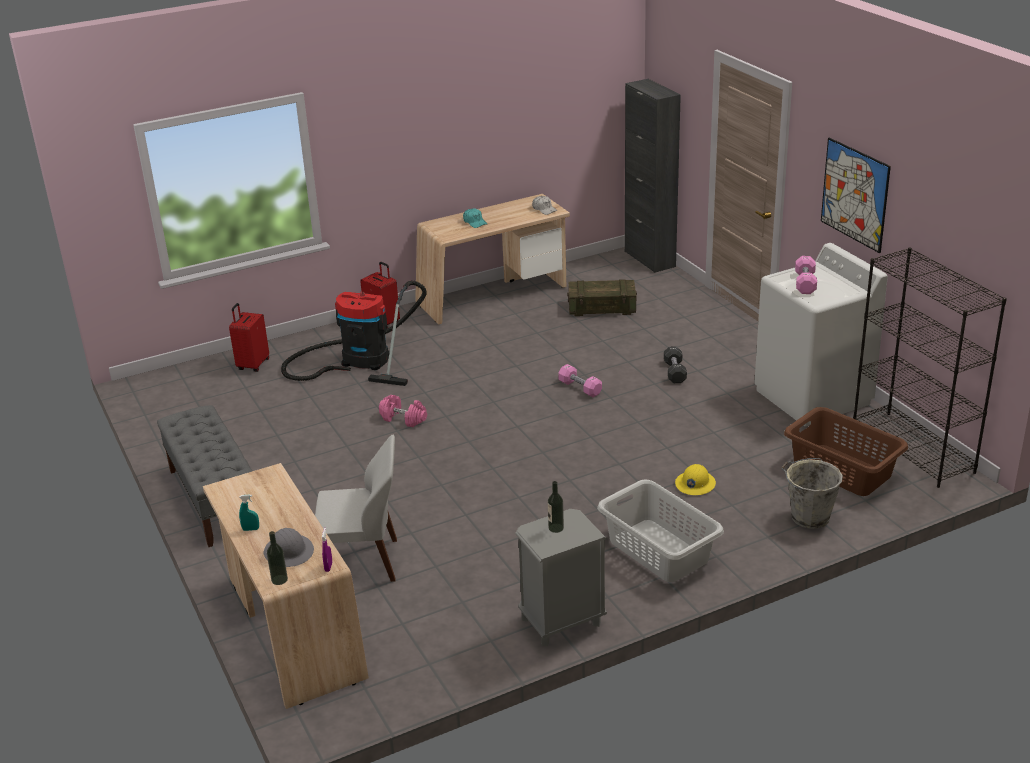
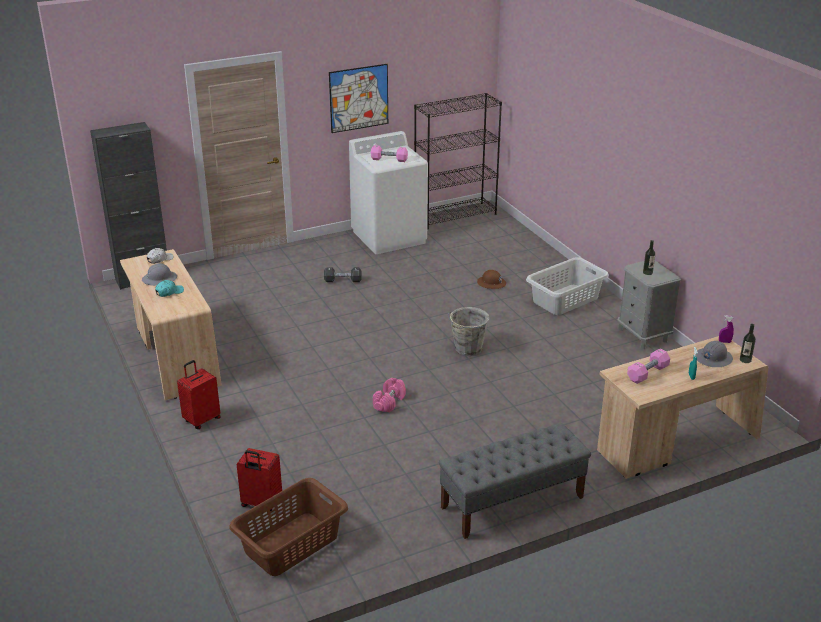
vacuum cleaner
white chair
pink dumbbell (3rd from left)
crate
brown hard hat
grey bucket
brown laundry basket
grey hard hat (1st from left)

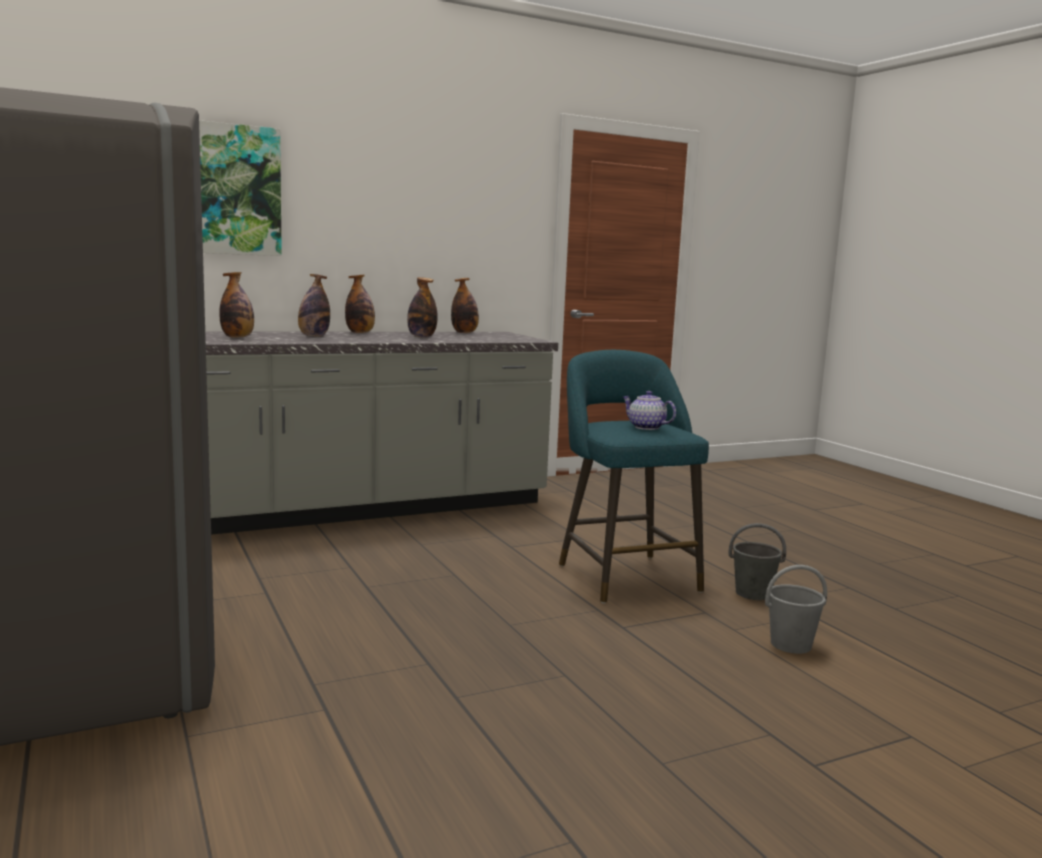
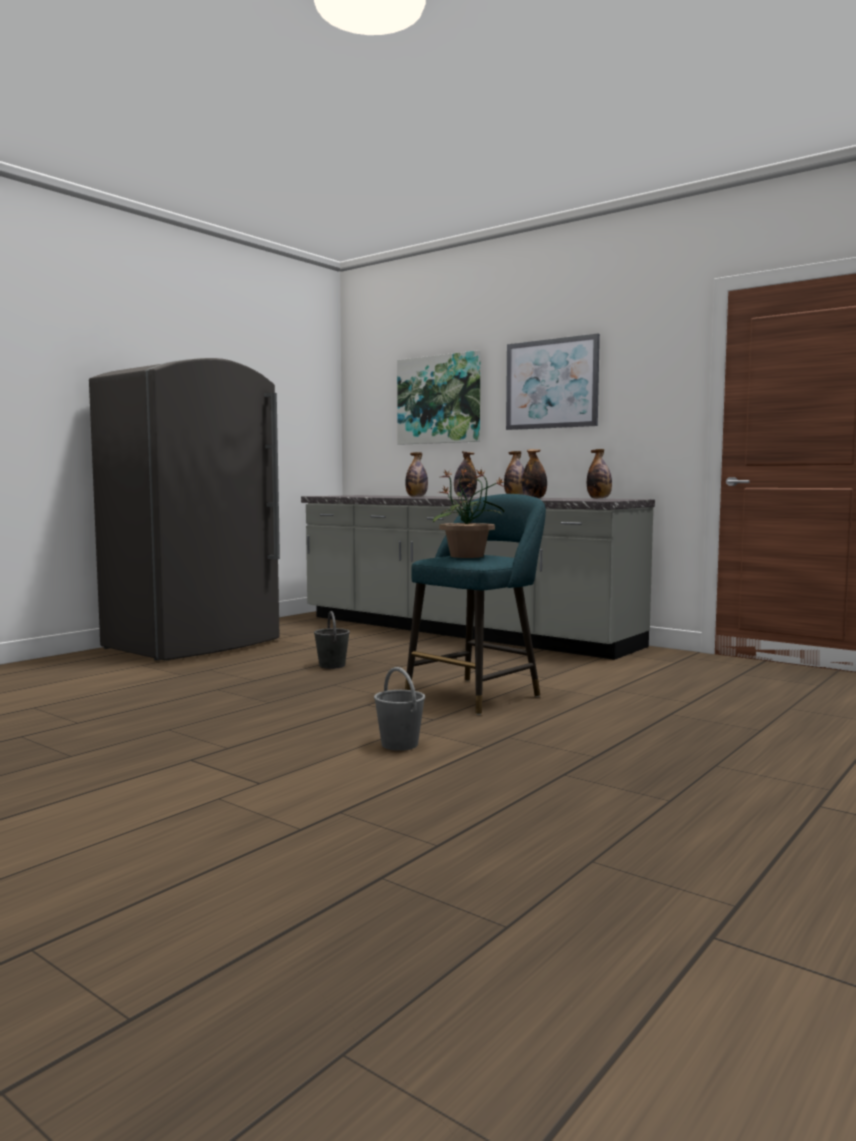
potted plant
grey bucket (1st from left)
picture (2nd from left)

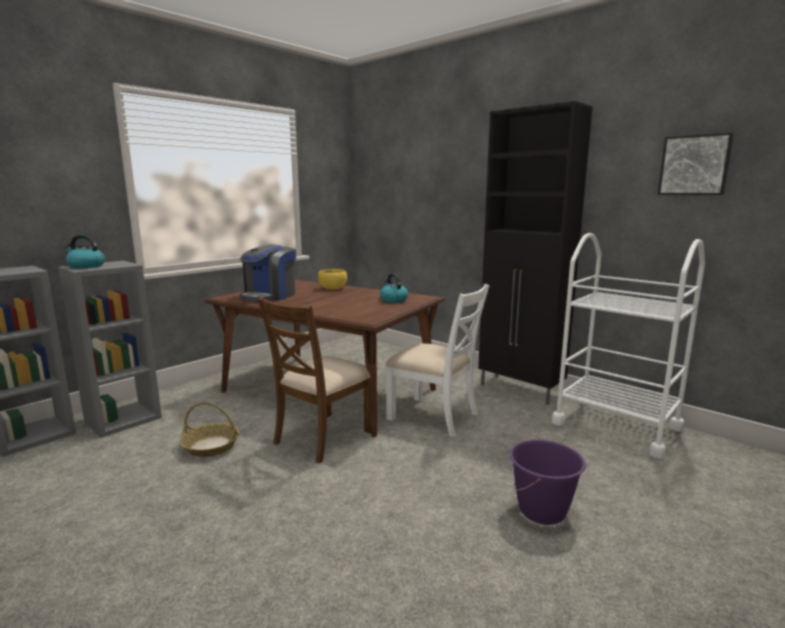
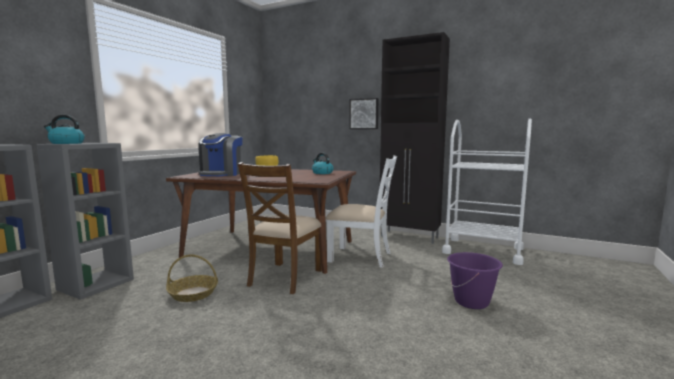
picture

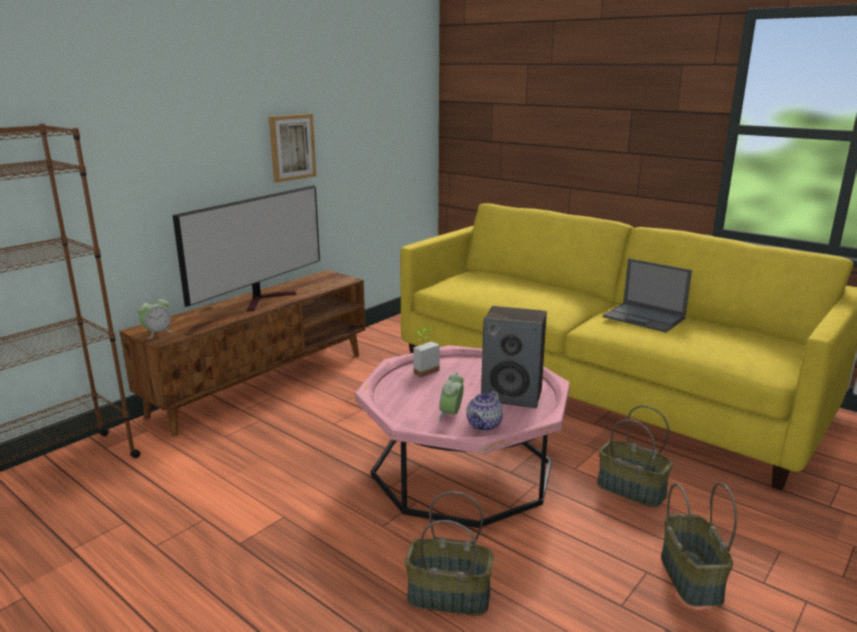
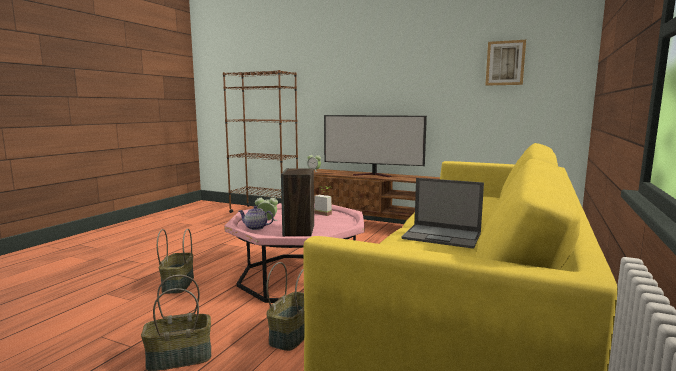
picture
laptop

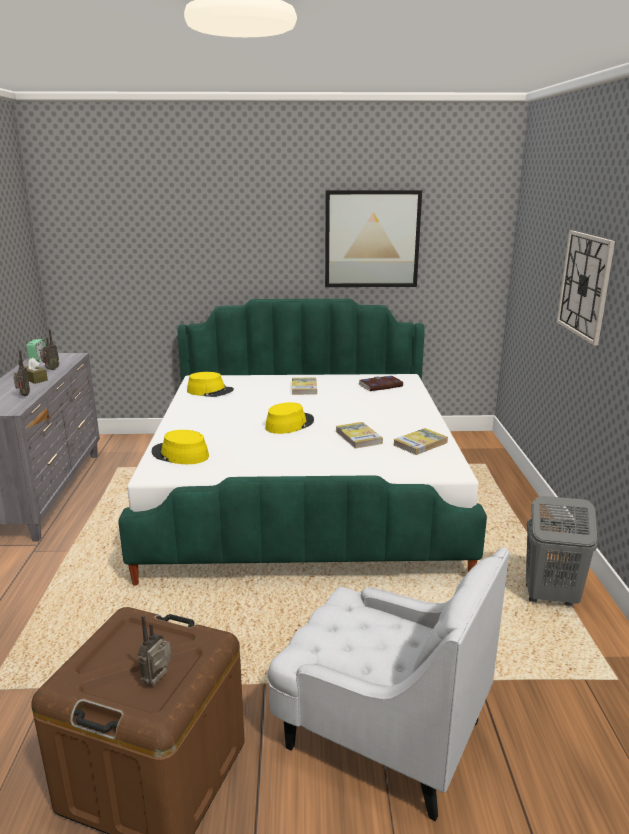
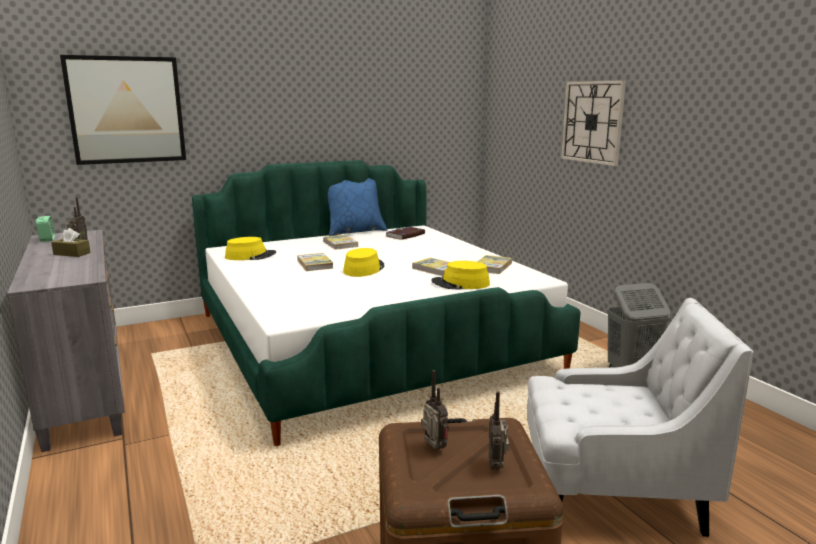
radio (2nd from left)
yellow hat (3rd from left)
picture
book (1st from left)
blue pillow

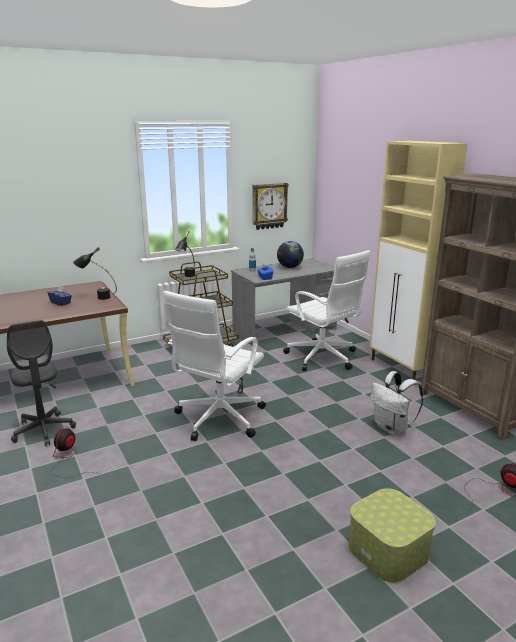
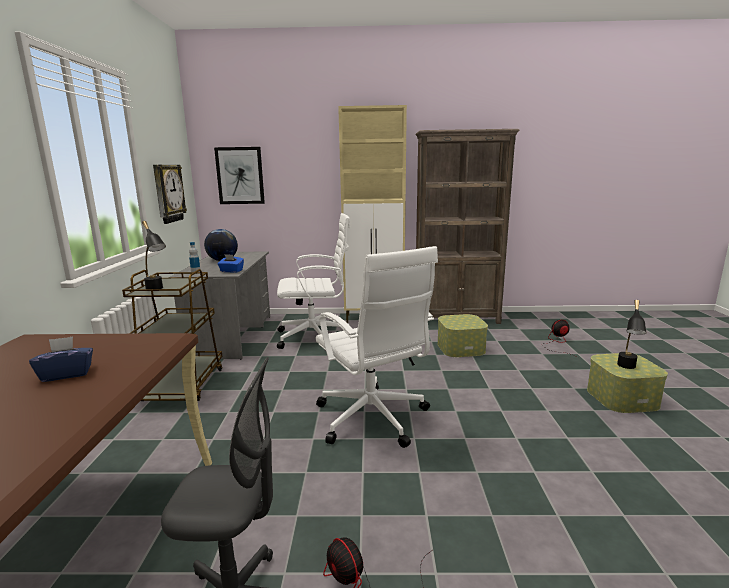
black table lamp (2nd from left)
storage box (1st from left)
picture

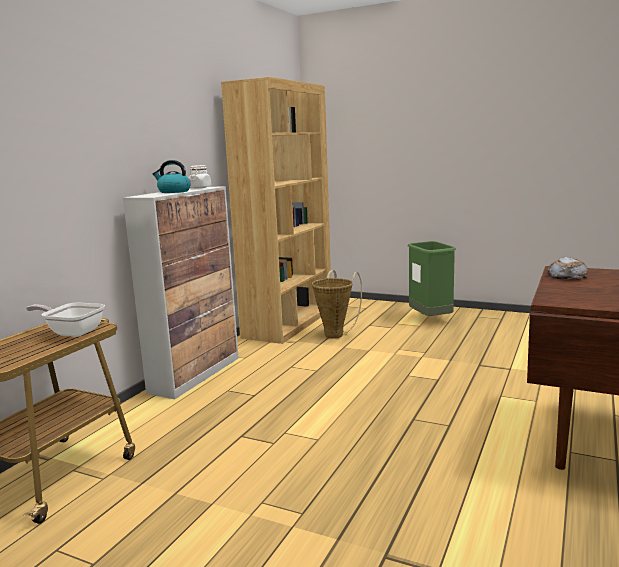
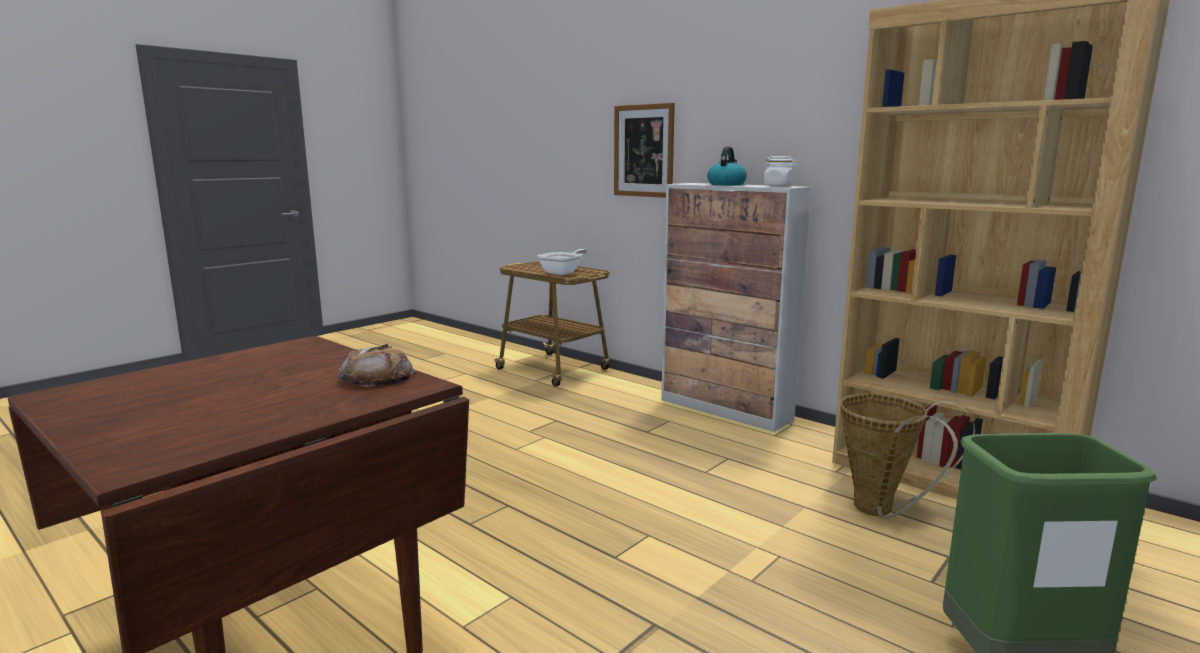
picture

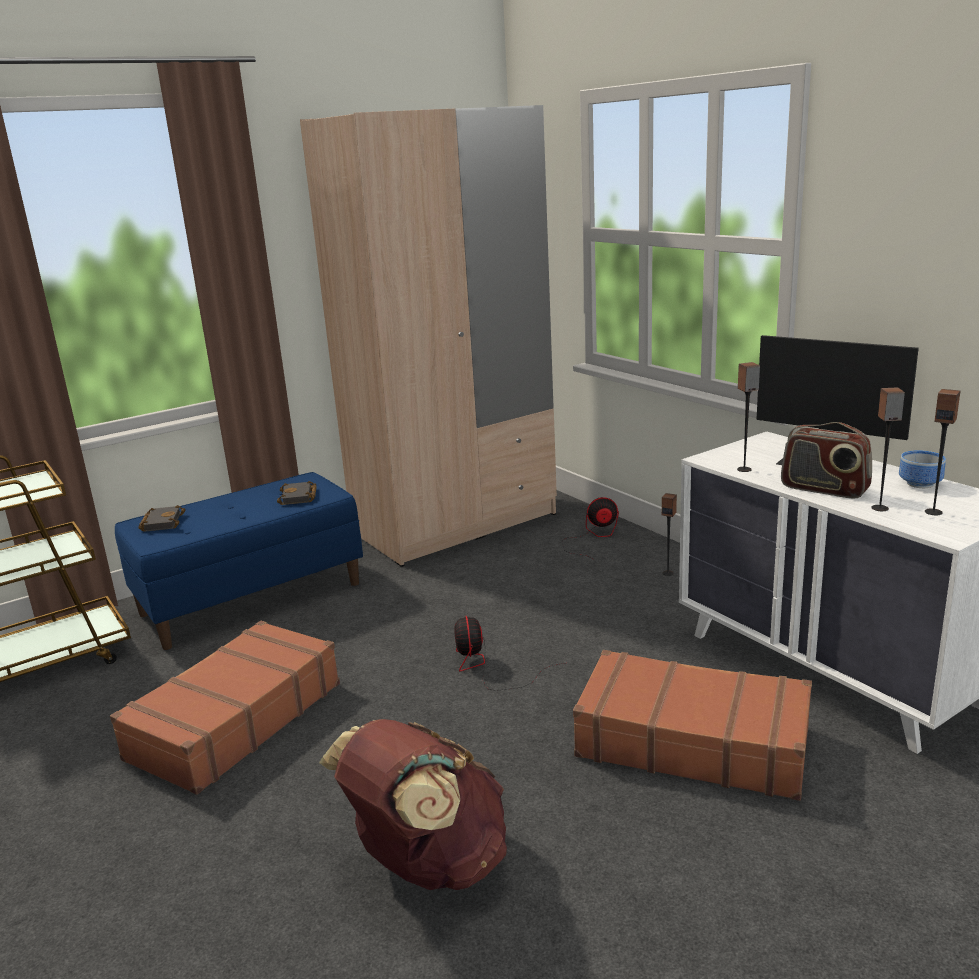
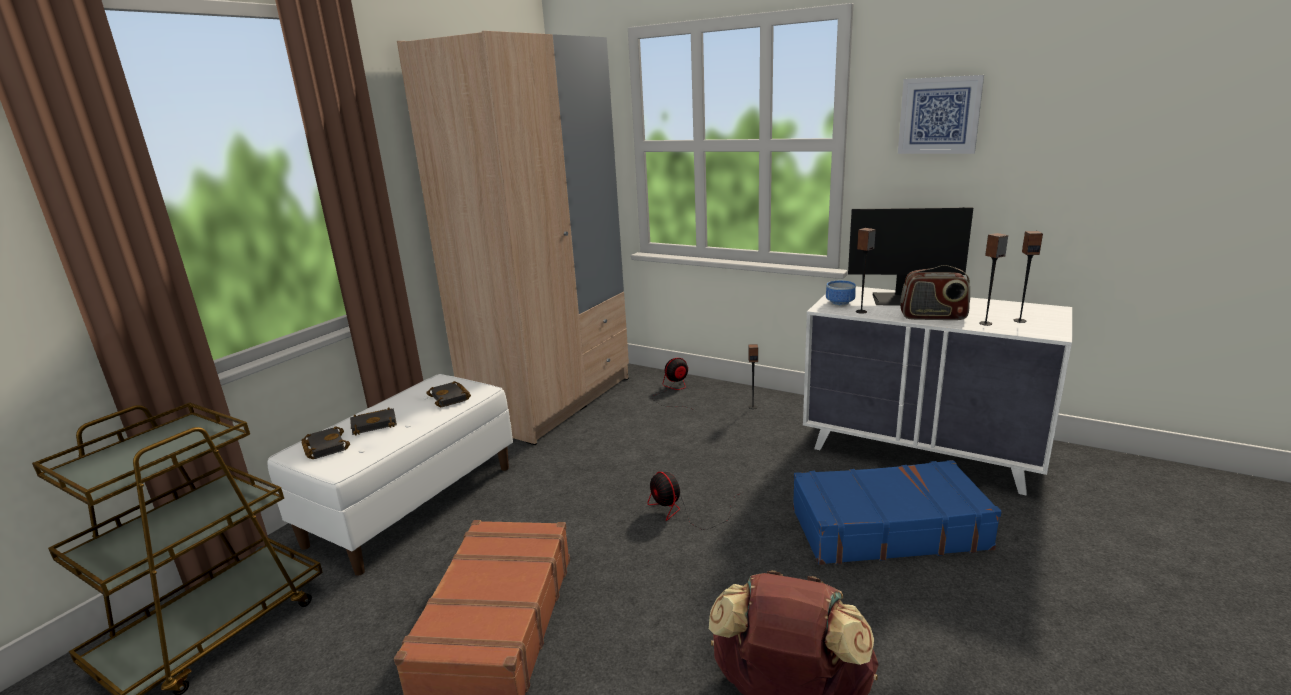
white bench
blue suitcase
bowl
black book (2nd from left)
picture

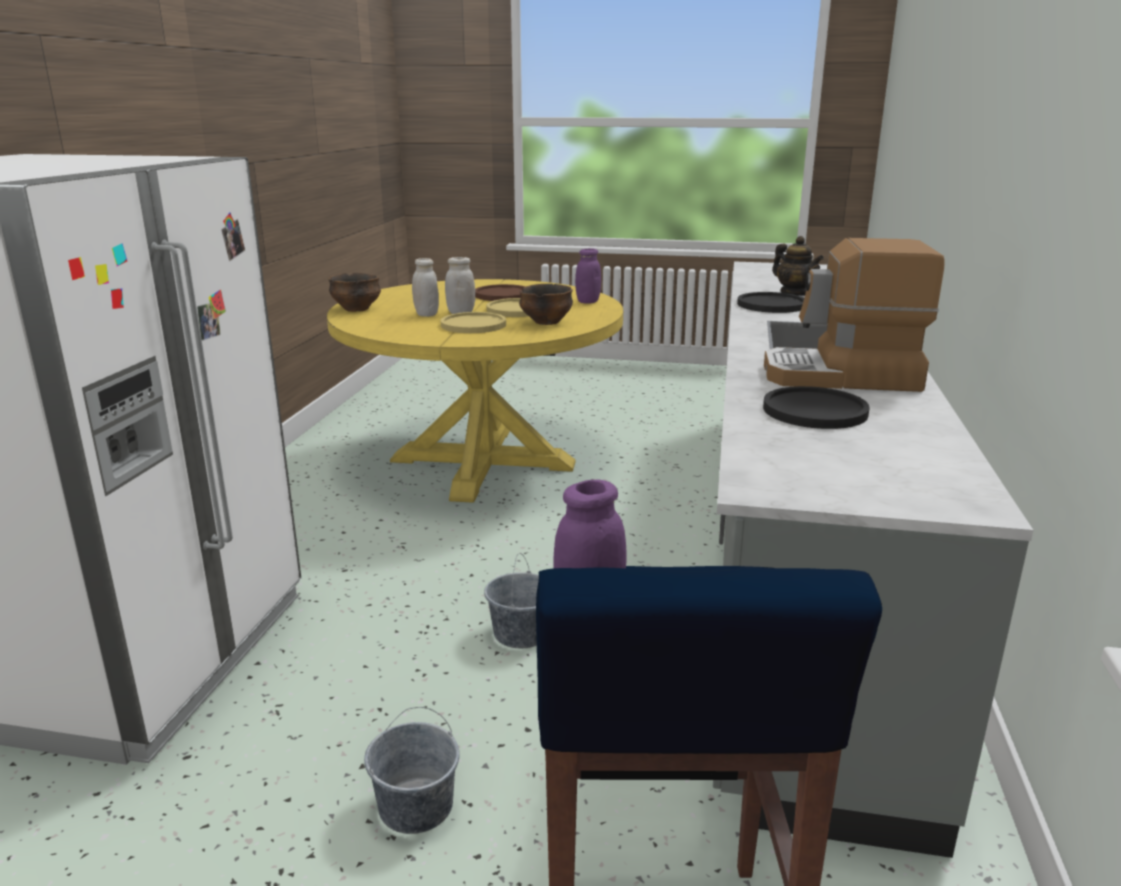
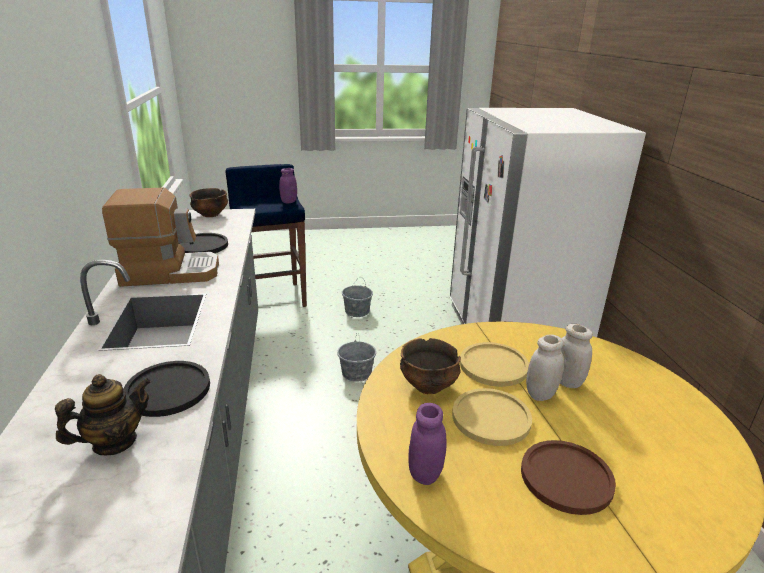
bowl (1st from left)
teapot

